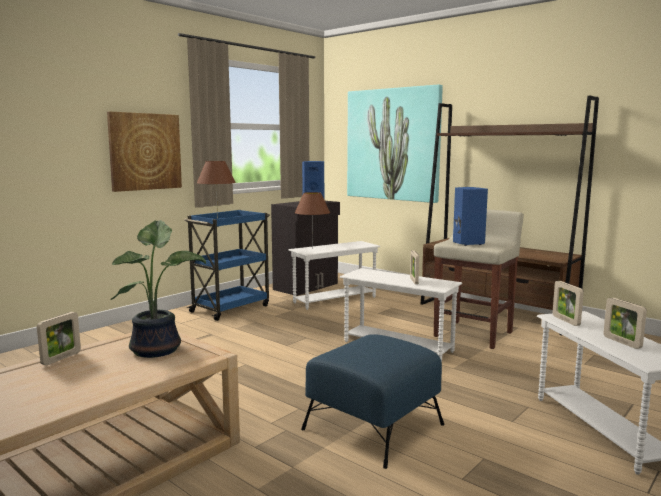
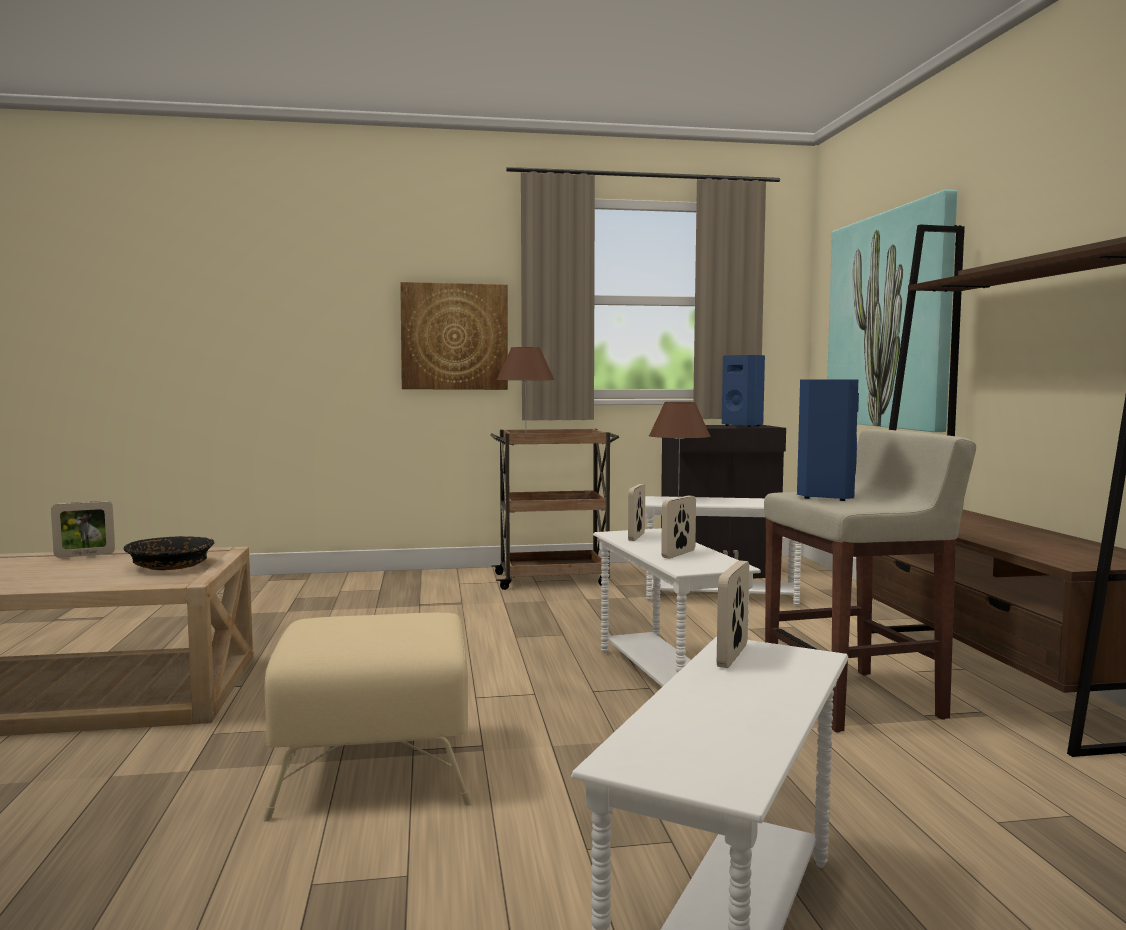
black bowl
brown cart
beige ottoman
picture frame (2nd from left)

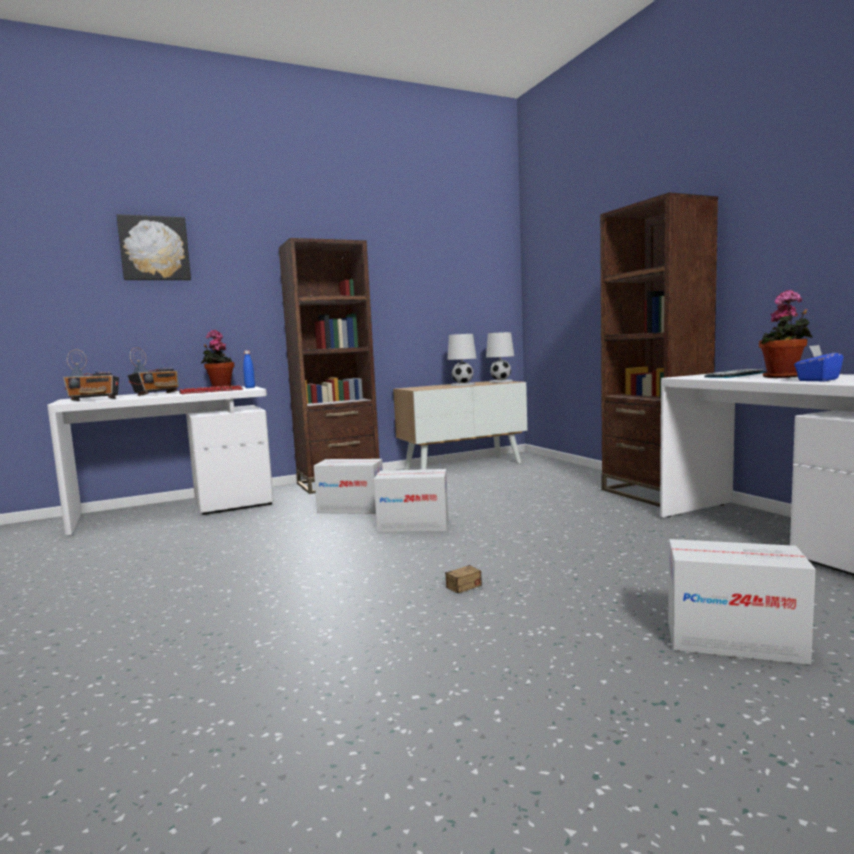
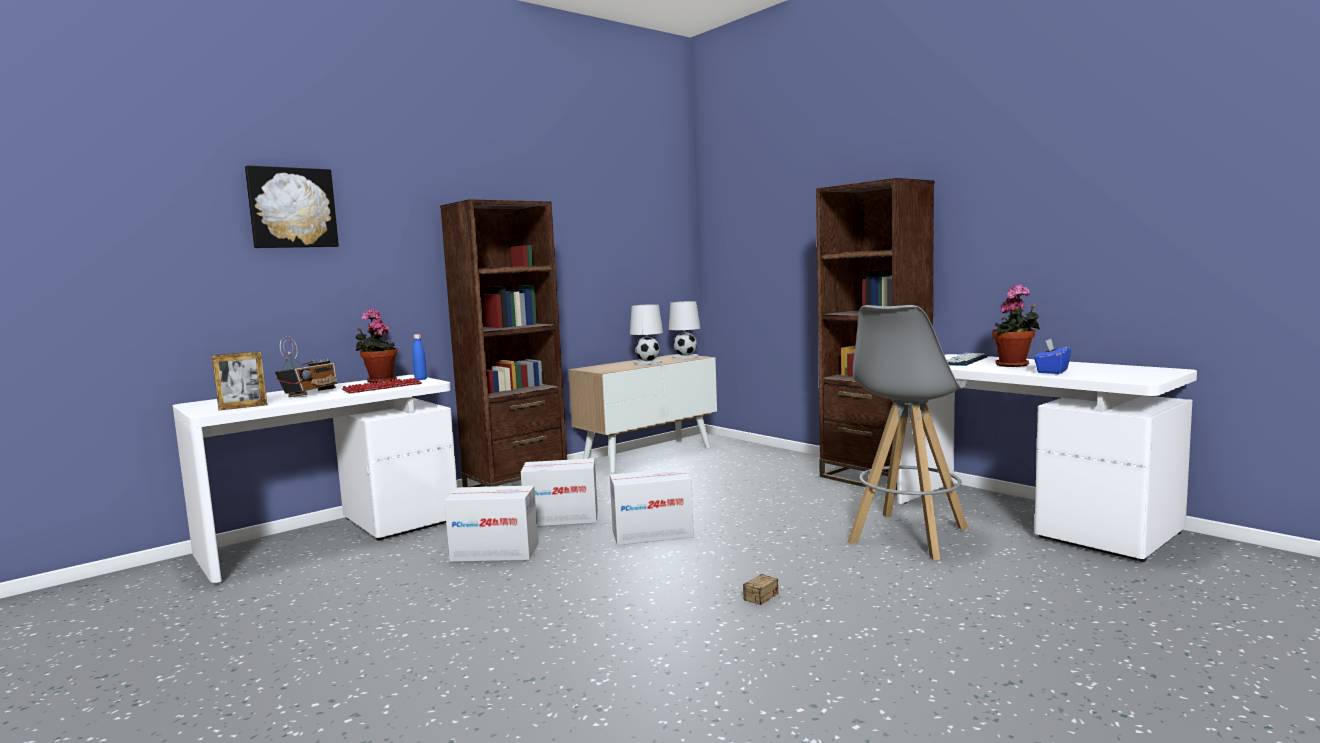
picture frame
cardboard box (1st from left)
grey stool

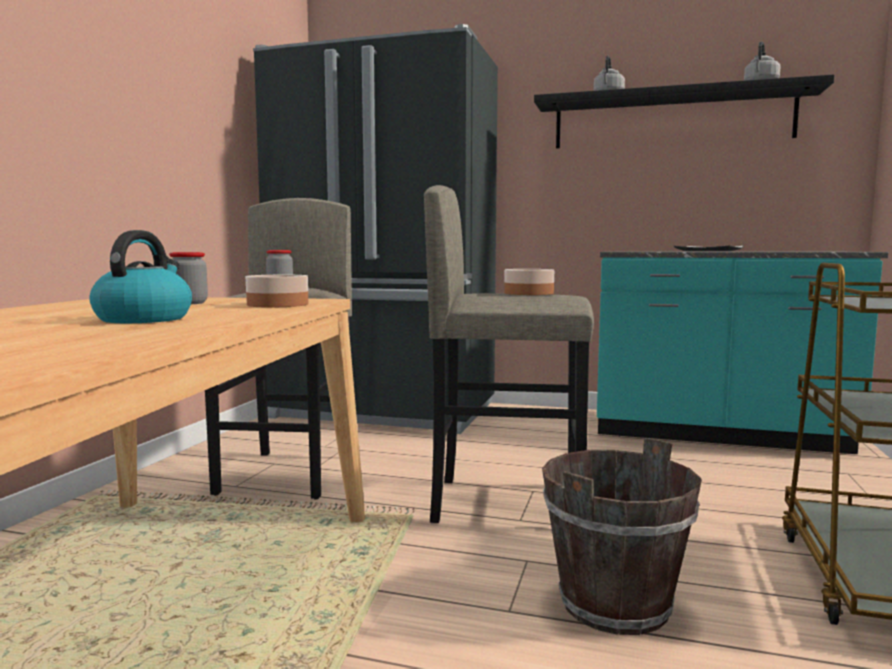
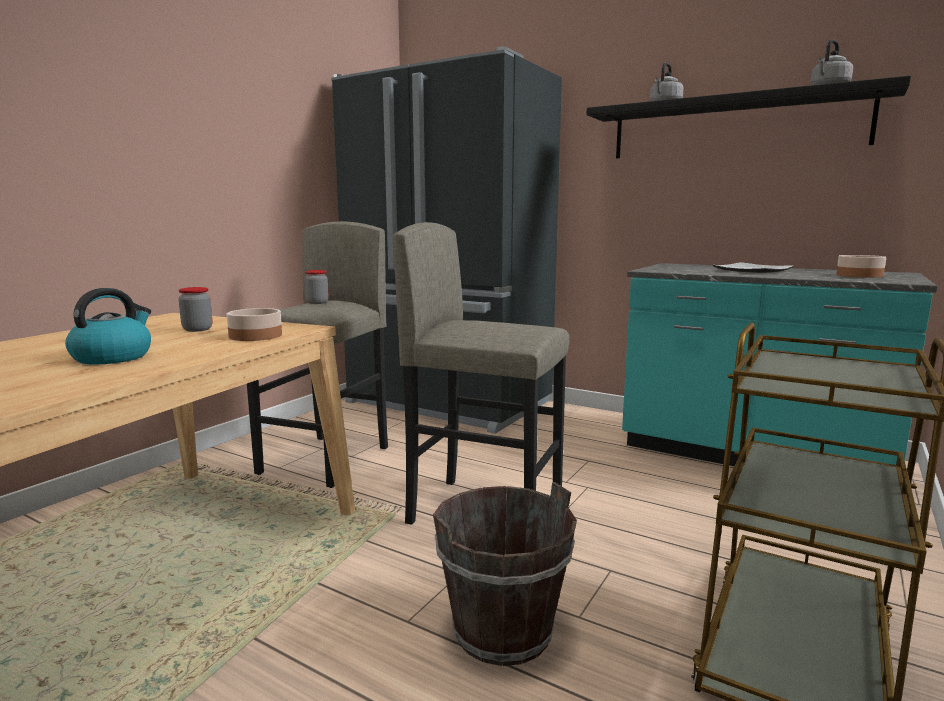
bowl (2nd from left)

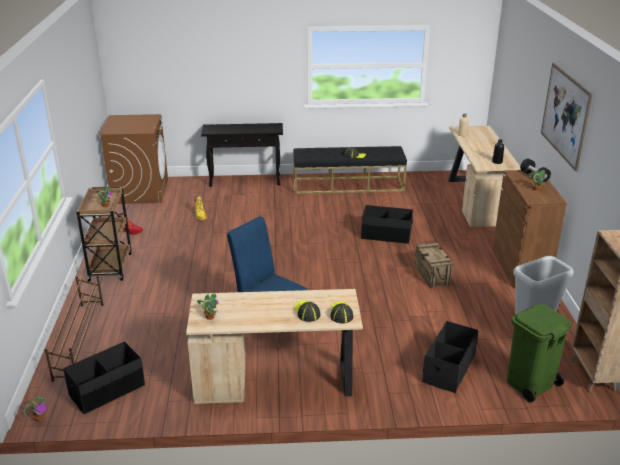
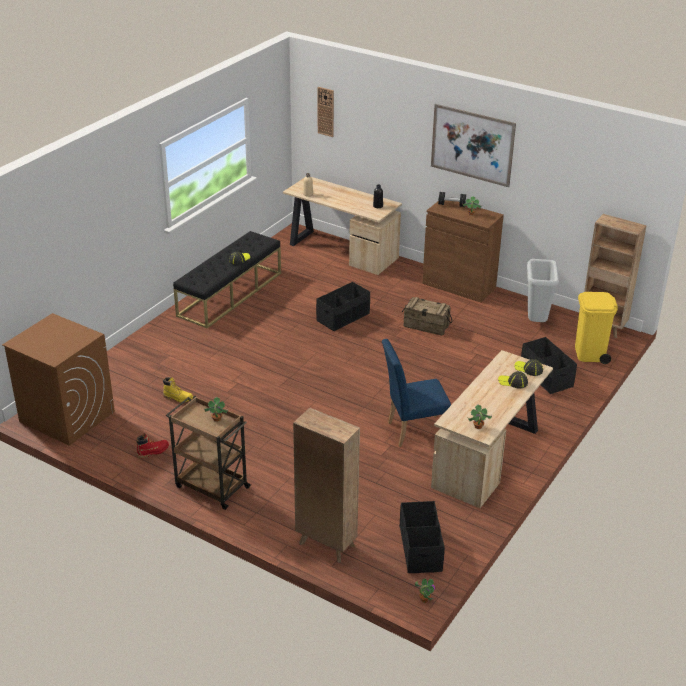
brown bookcase (1st from left)
black console table
yellow trash can
wall clock

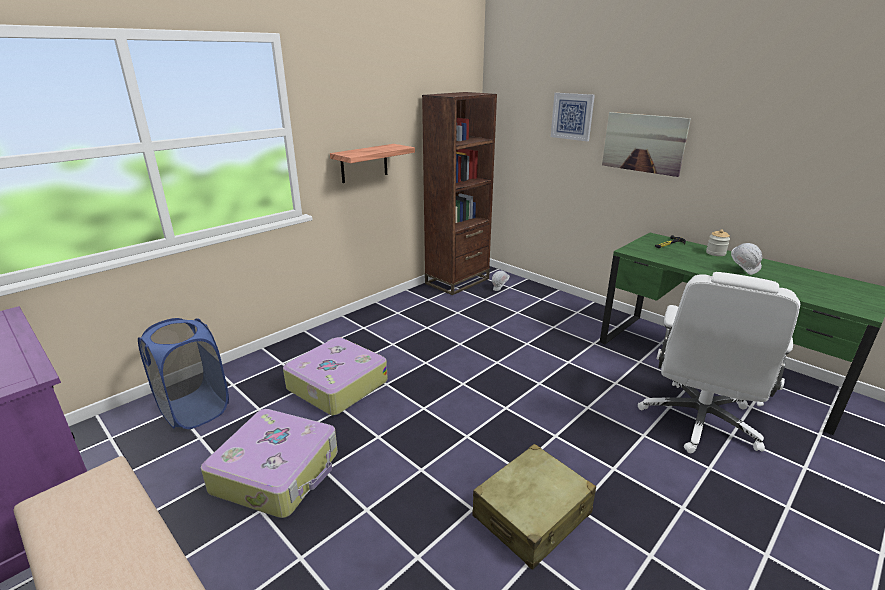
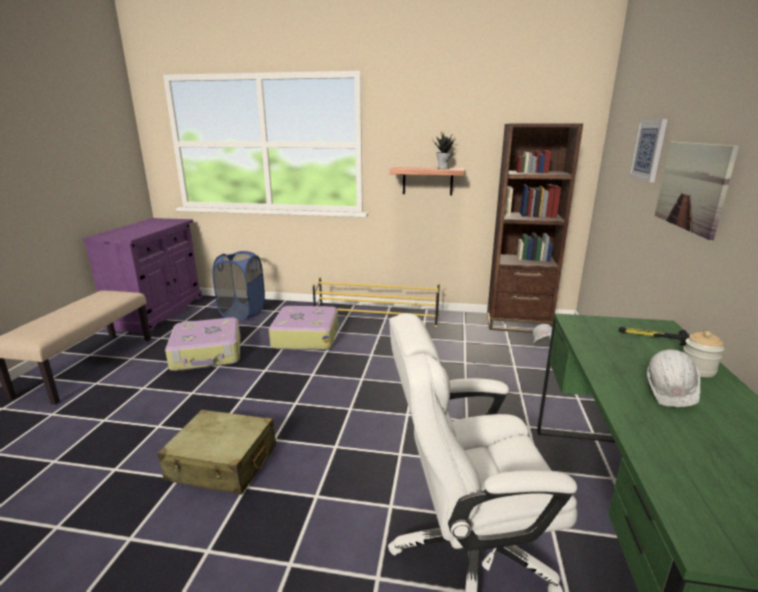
yellow shoe rack
potted plant

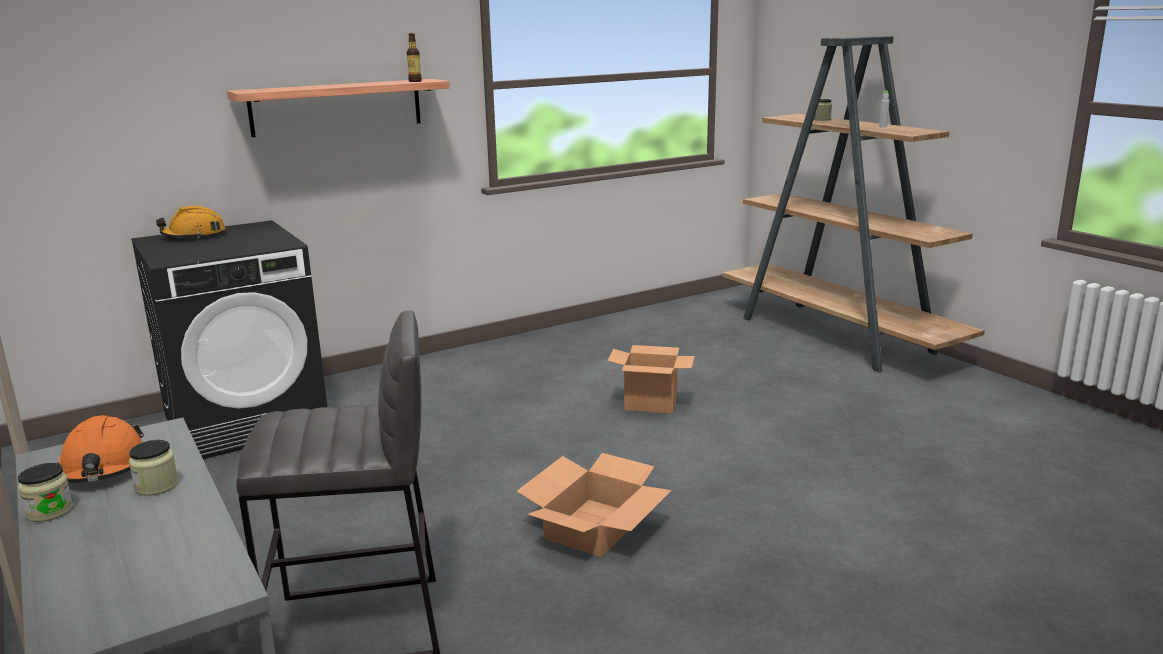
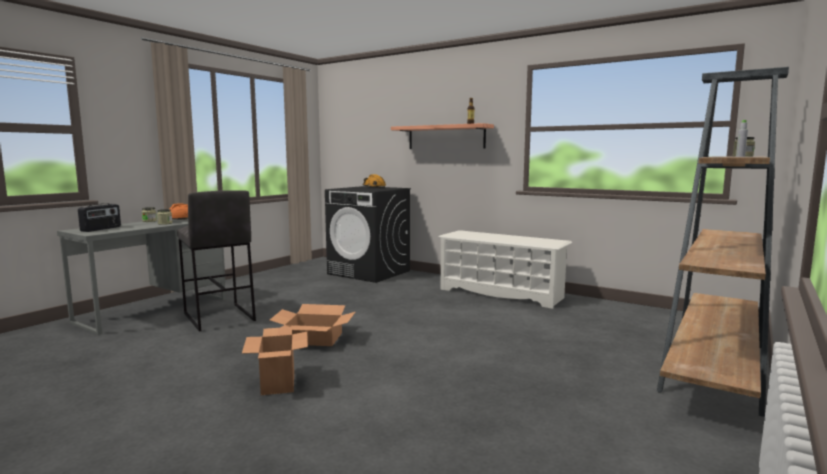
cardboard box (1st from left)
radio
white shoe rack

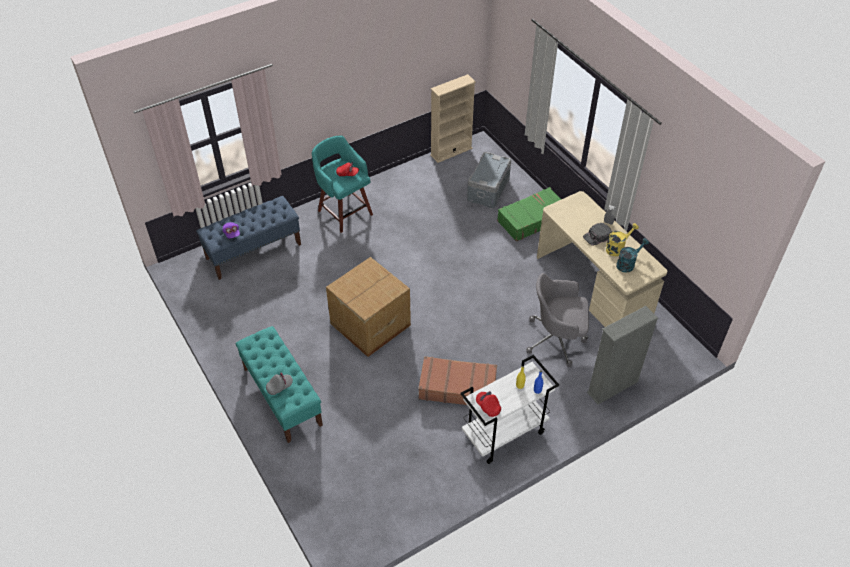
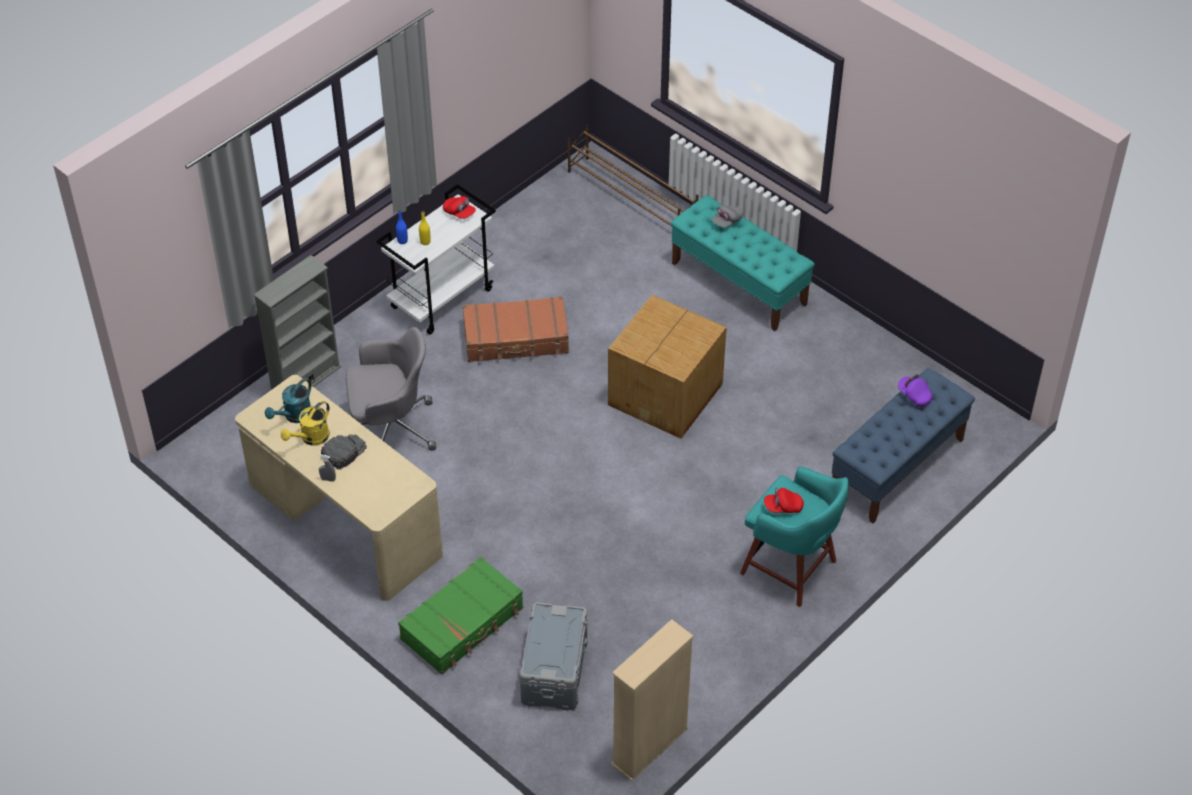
brown shoe rack

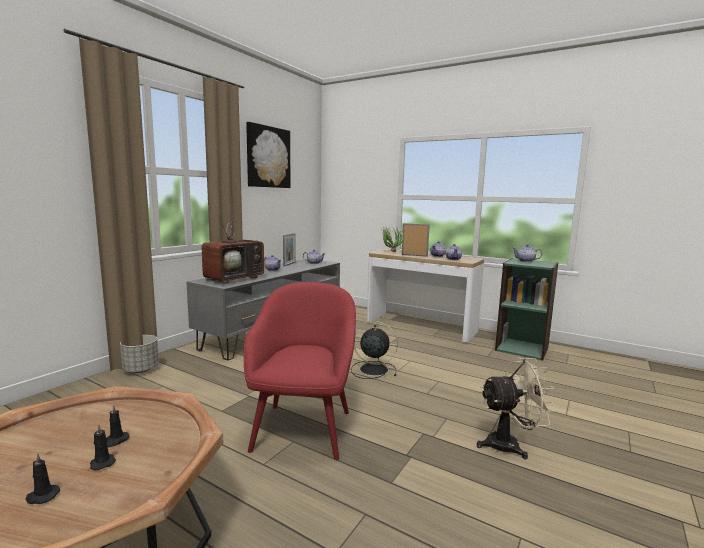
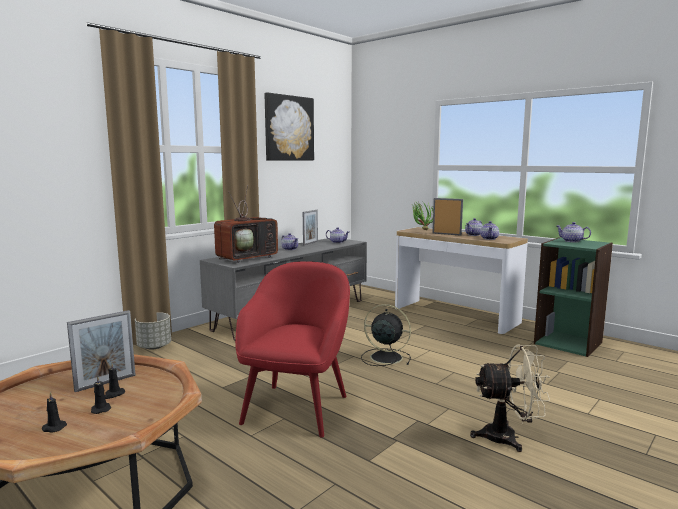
picture frame (1st from left)

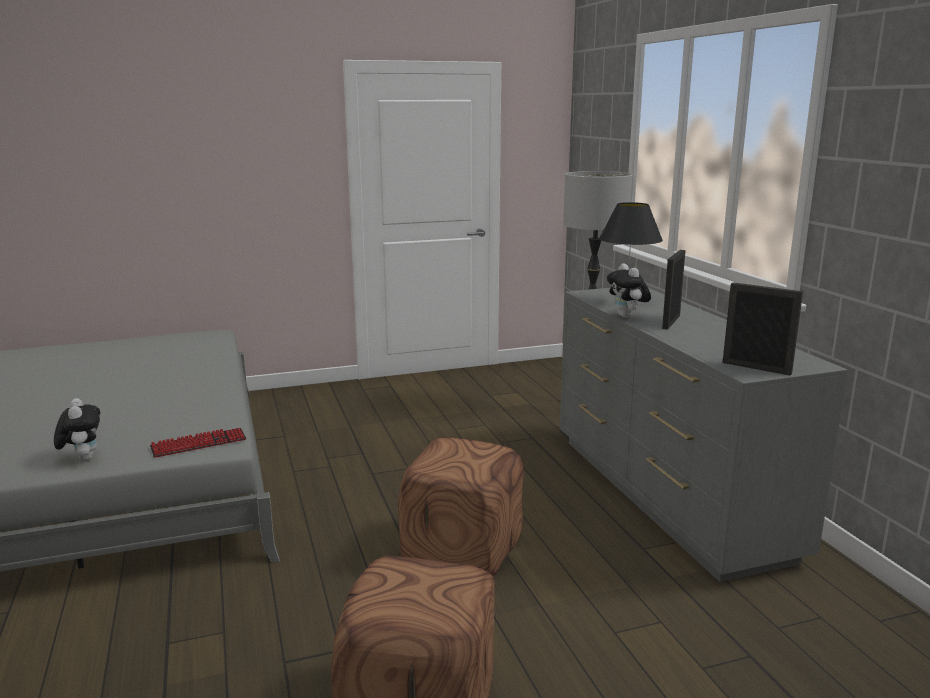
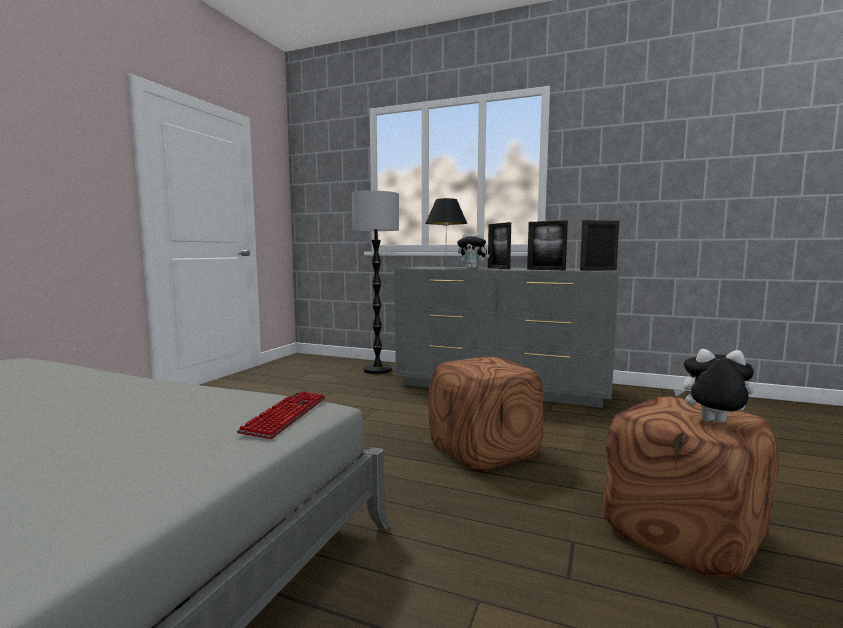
plush toy (2nd from left)
picture frame (2nd from left)

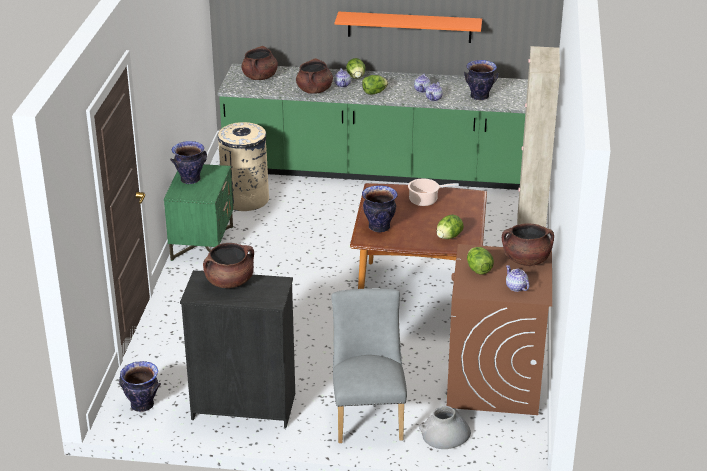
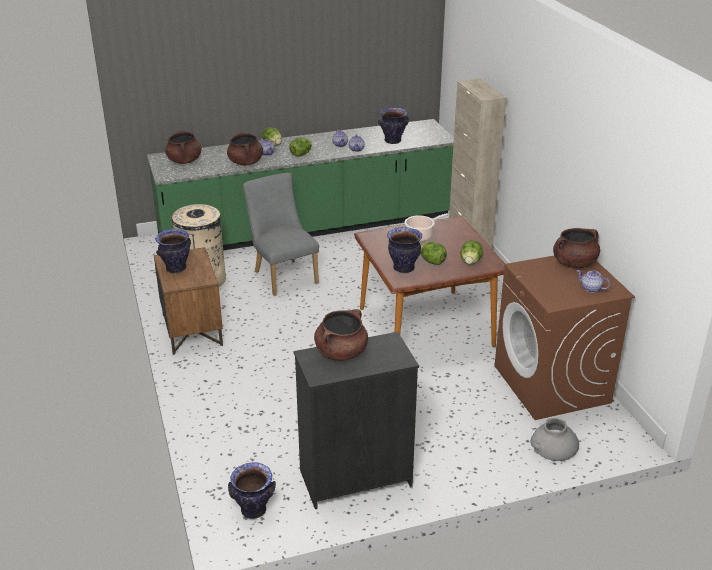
brown nightstand
grey chair
orange shelf
lettuce (3rd from left)

